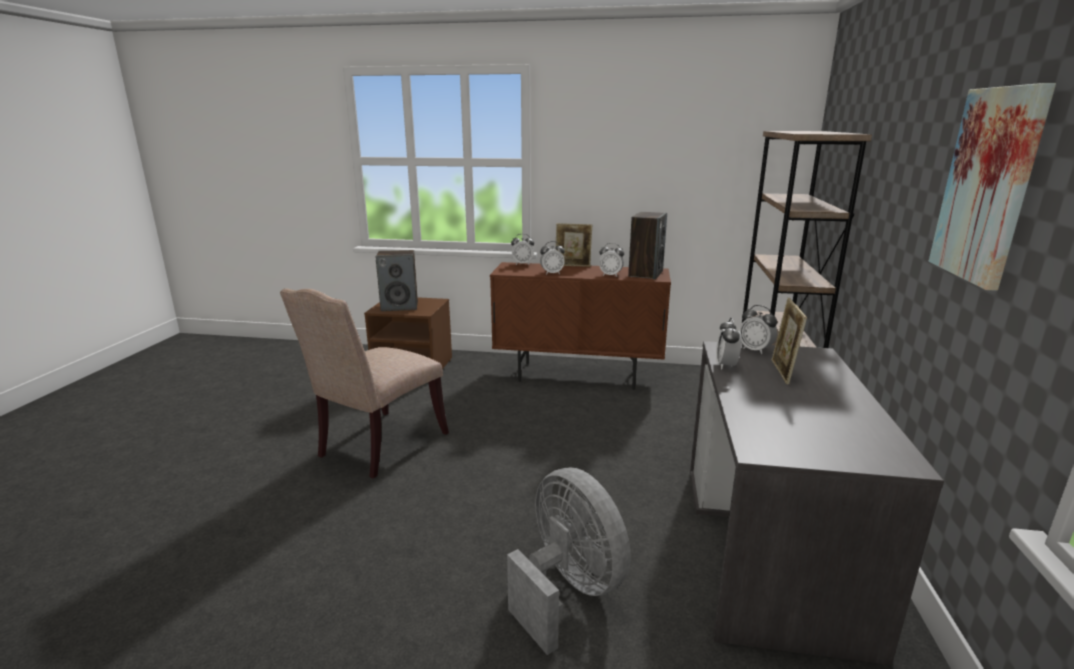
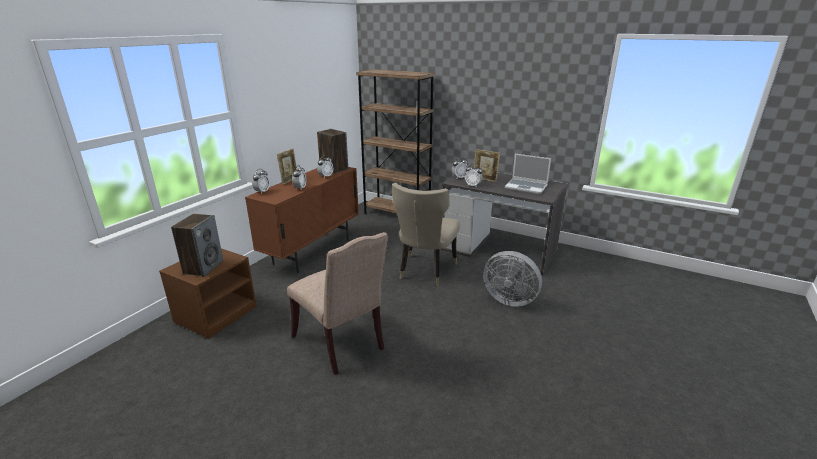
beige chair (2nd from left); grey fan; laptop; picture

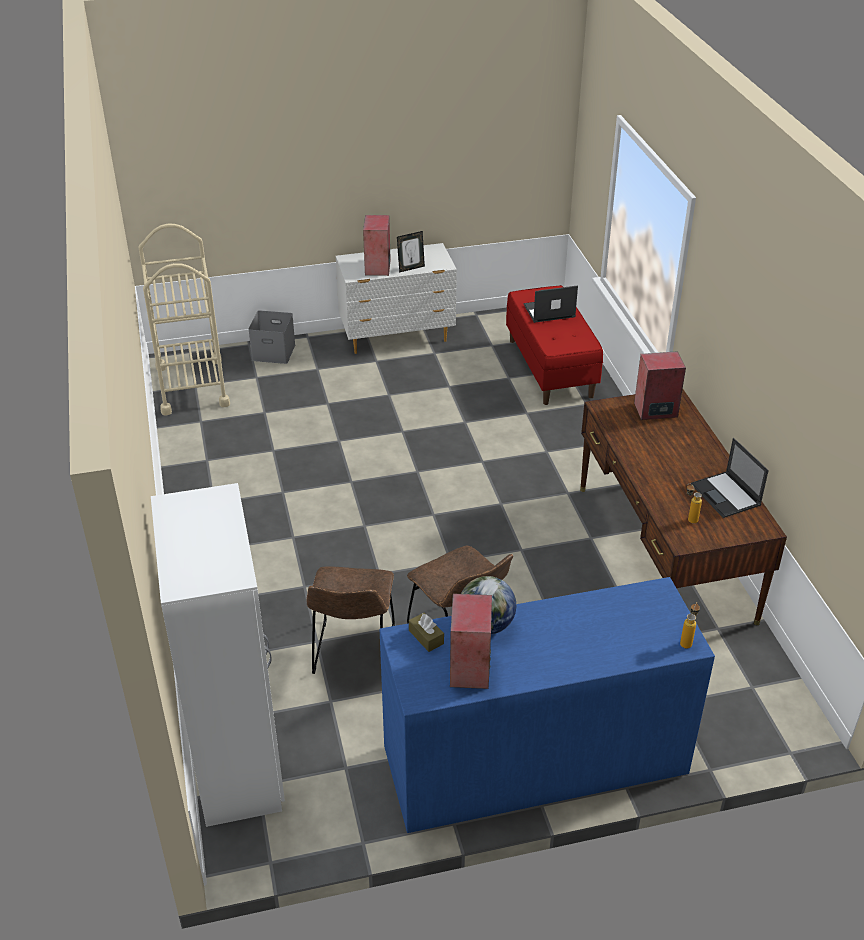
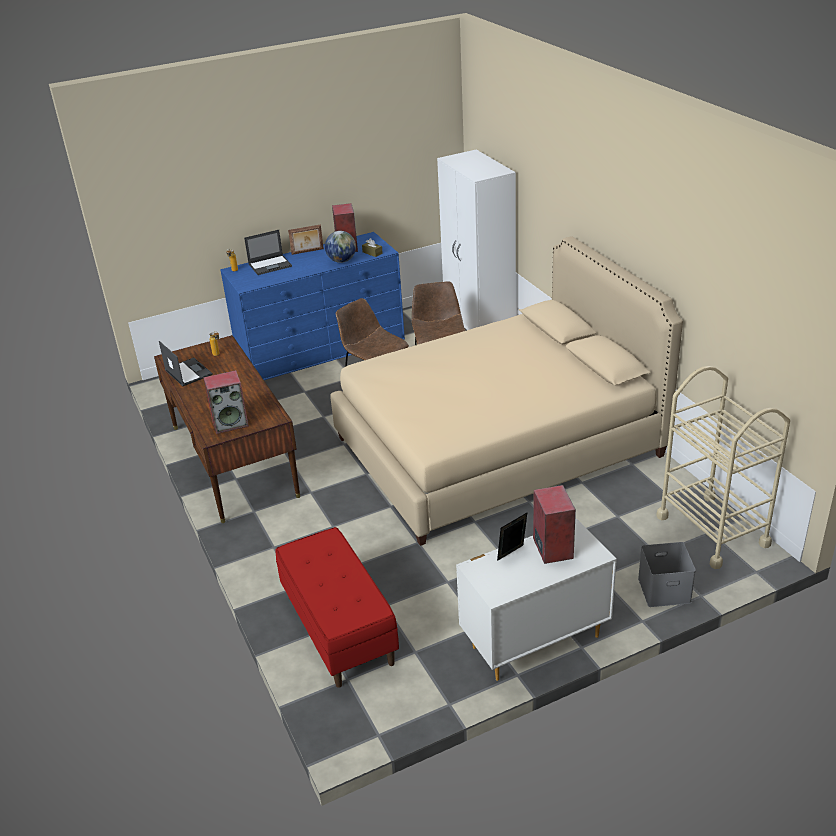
laptop (2nd from left); picture frame (1st from left); beige bed

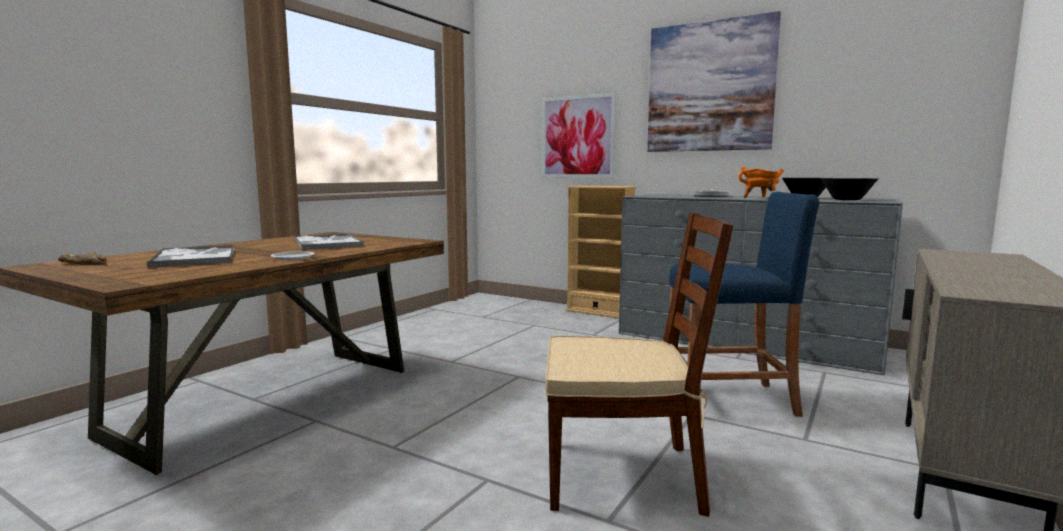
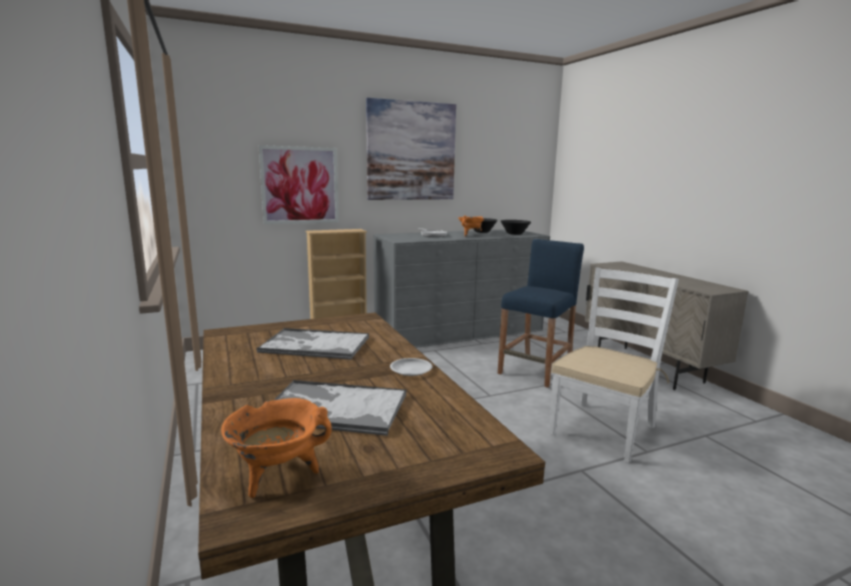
orange cooking pot (1st from left); white chair

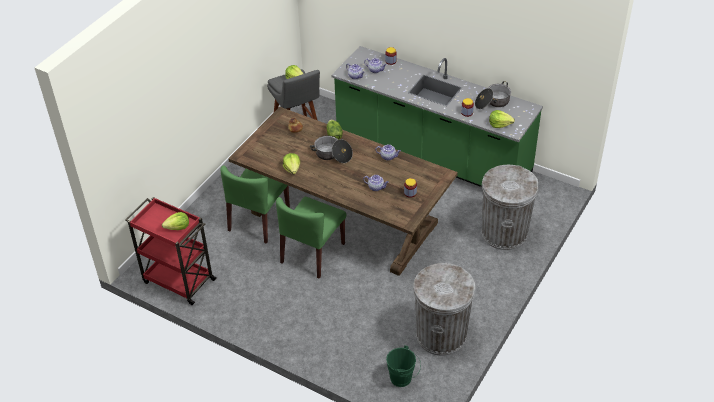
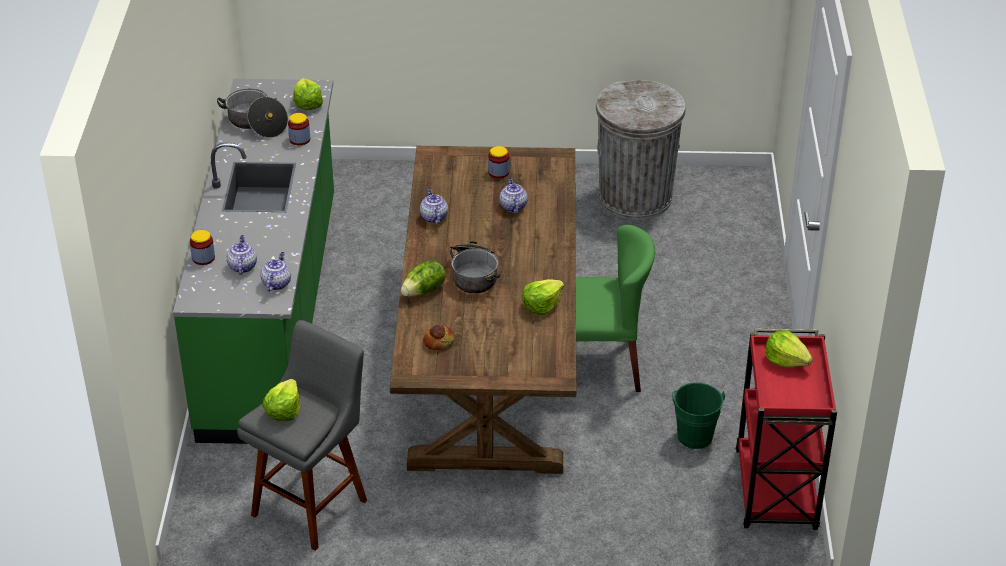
green bucket; green chair (1st from left in the first image); grey trash can (2nd from left in the first image)

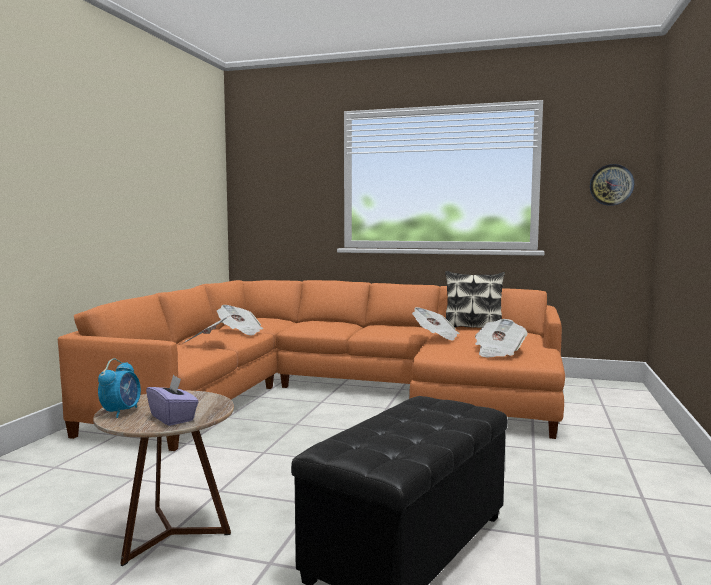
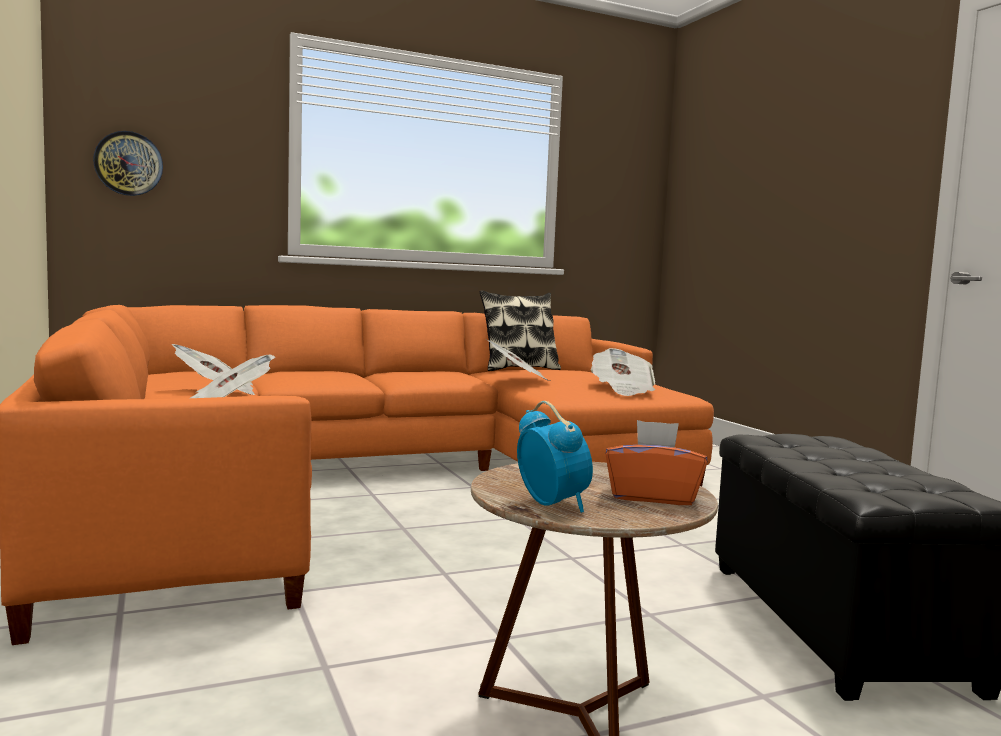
wall clock; orange tissue box

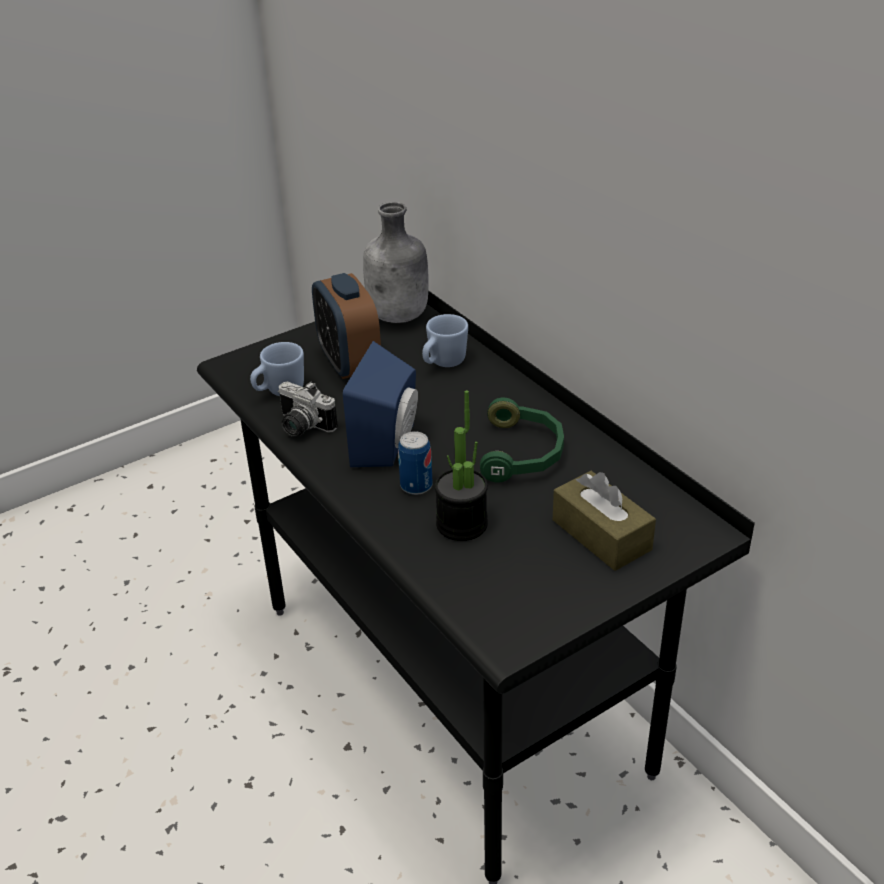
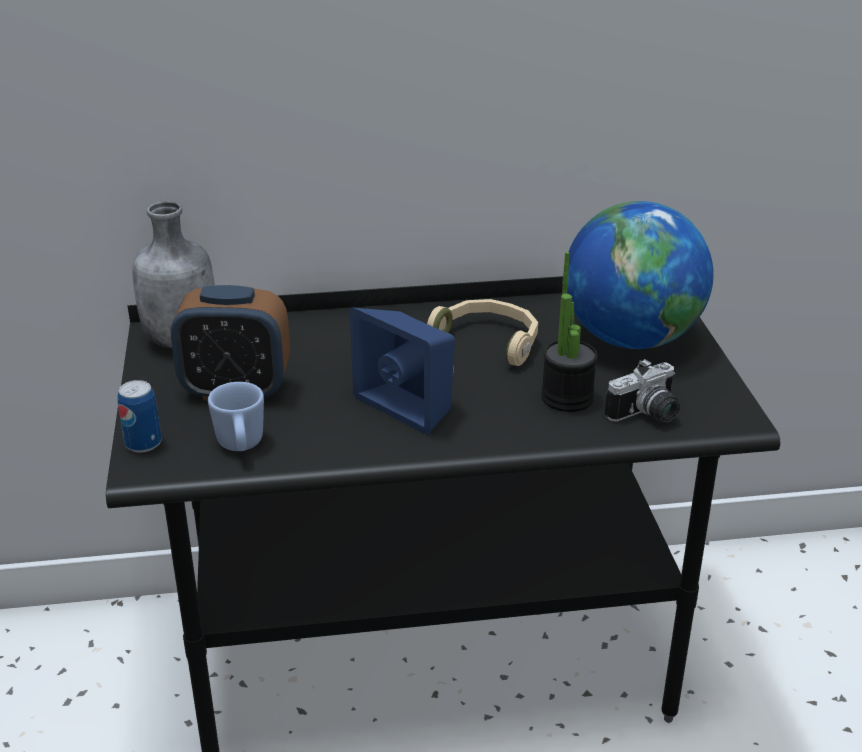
can; beige headphones; globe; photo camera; blue mug (2nd from left in the first image)

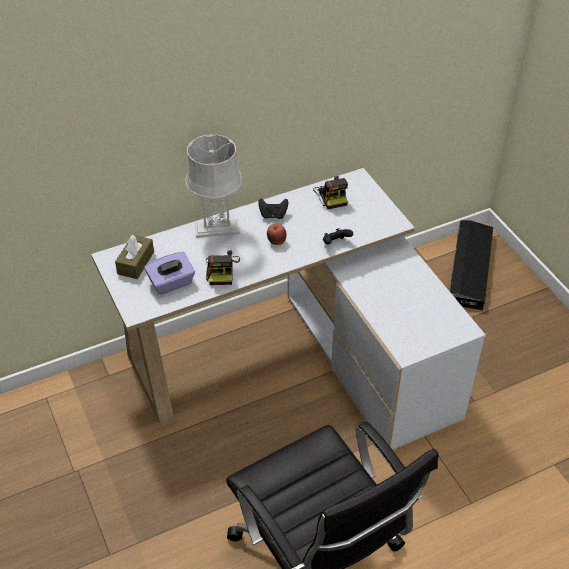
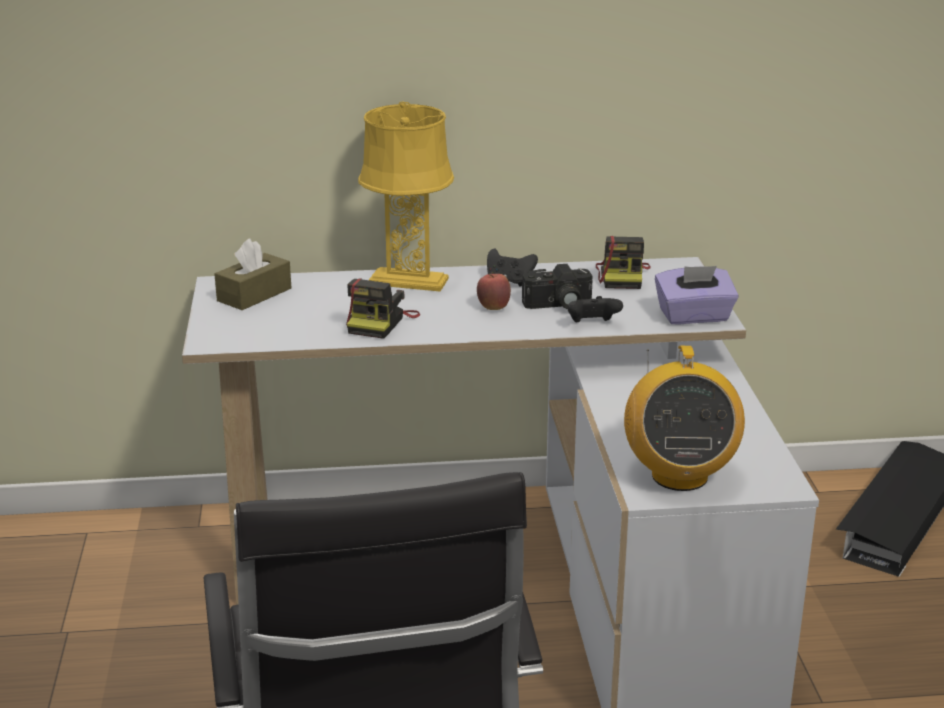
yellow table lamp; photo camera (2nd from left); radio; purple tissue box

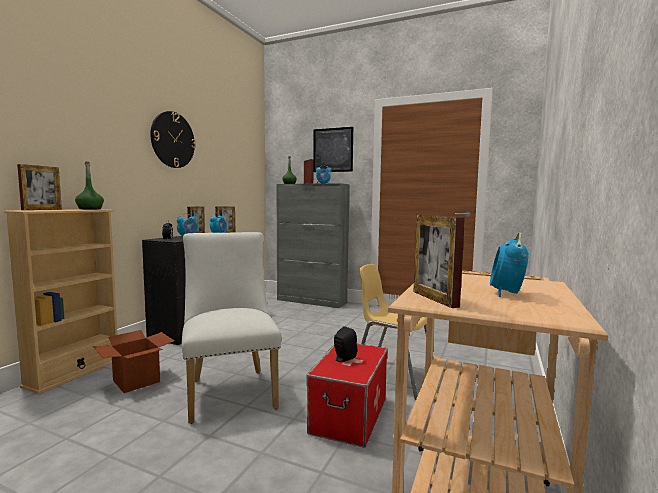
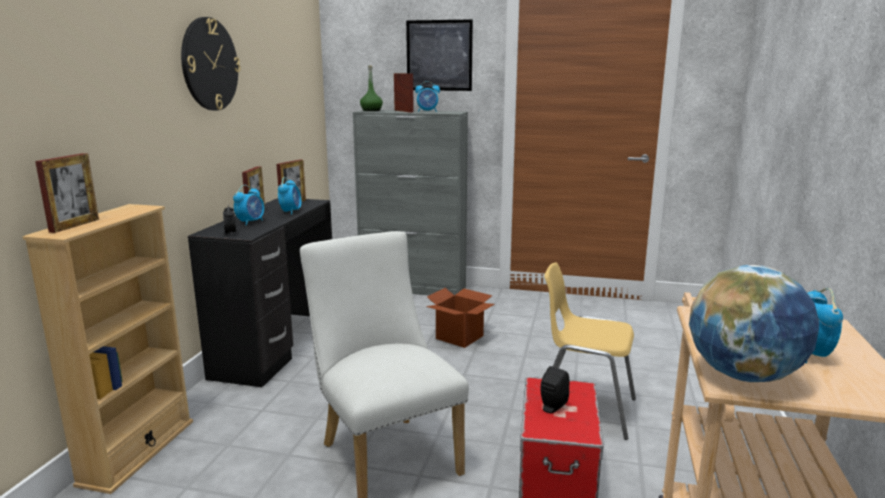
cardboard box; globe; green bottle (1st from left in the first image)

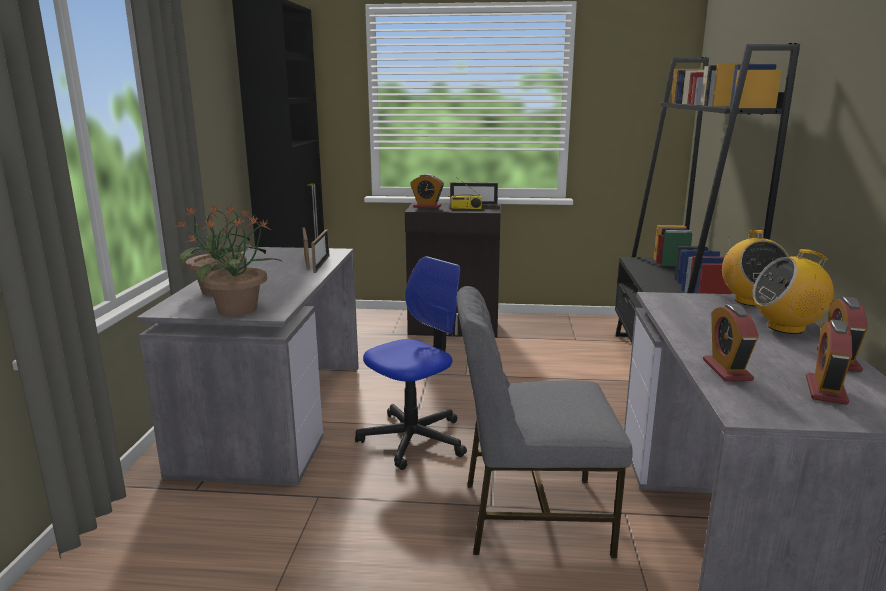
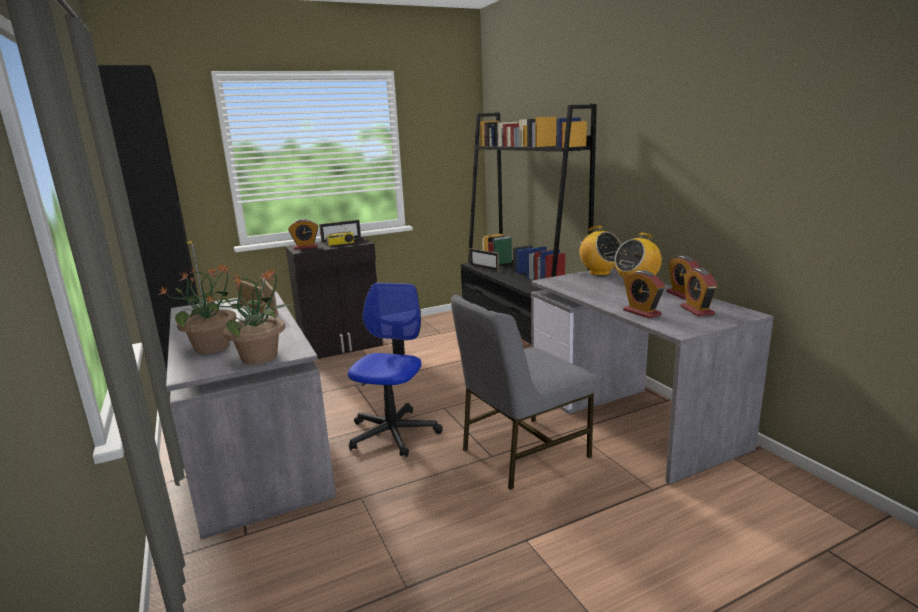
picture frame (4th from left)

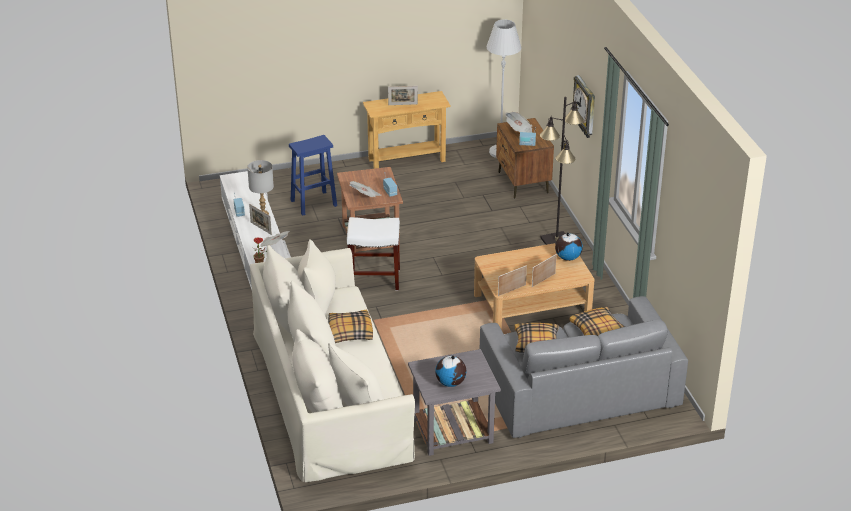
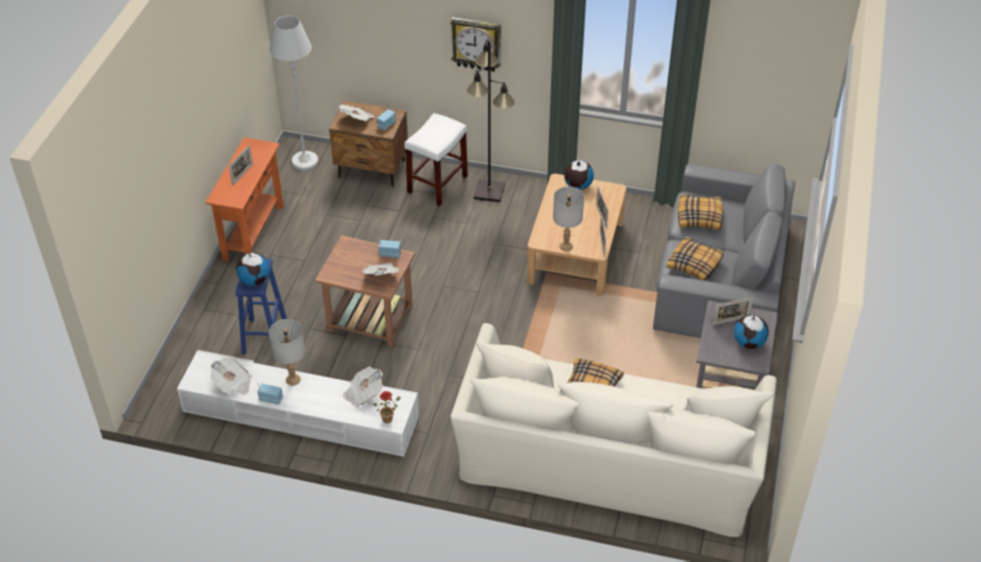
orange console table; newspaper (1st from left); globe (1st from left); white stool; grey table lamp (2nd from left); picture frame (4th from left)

